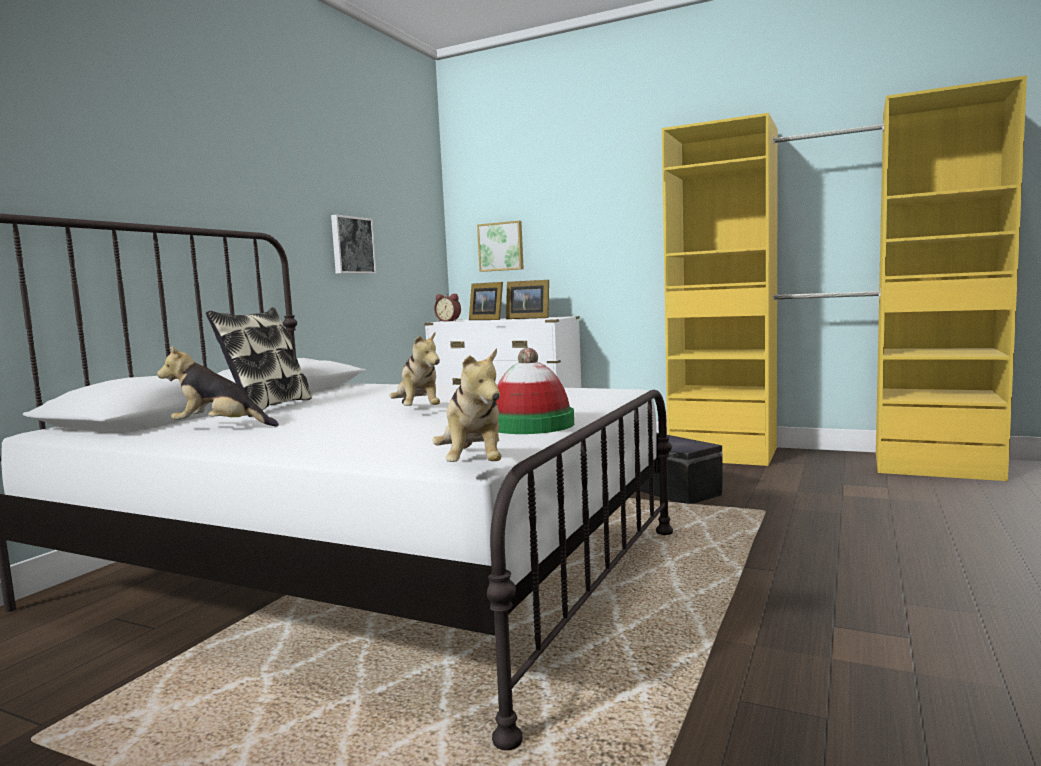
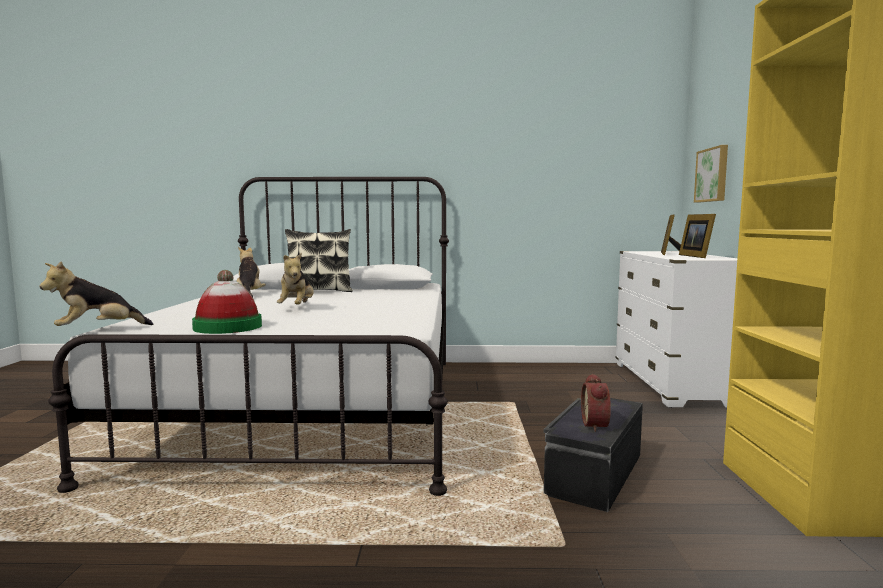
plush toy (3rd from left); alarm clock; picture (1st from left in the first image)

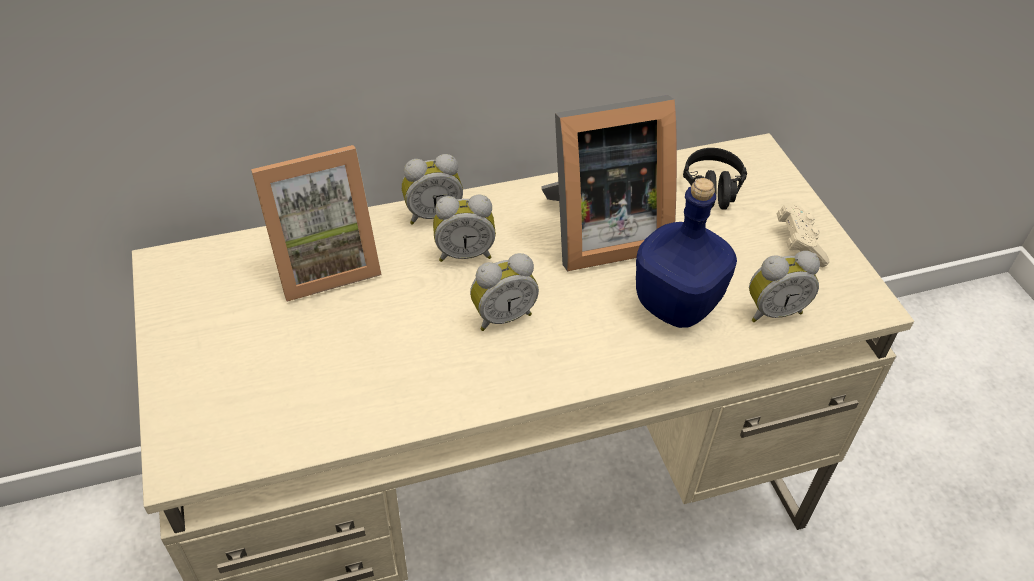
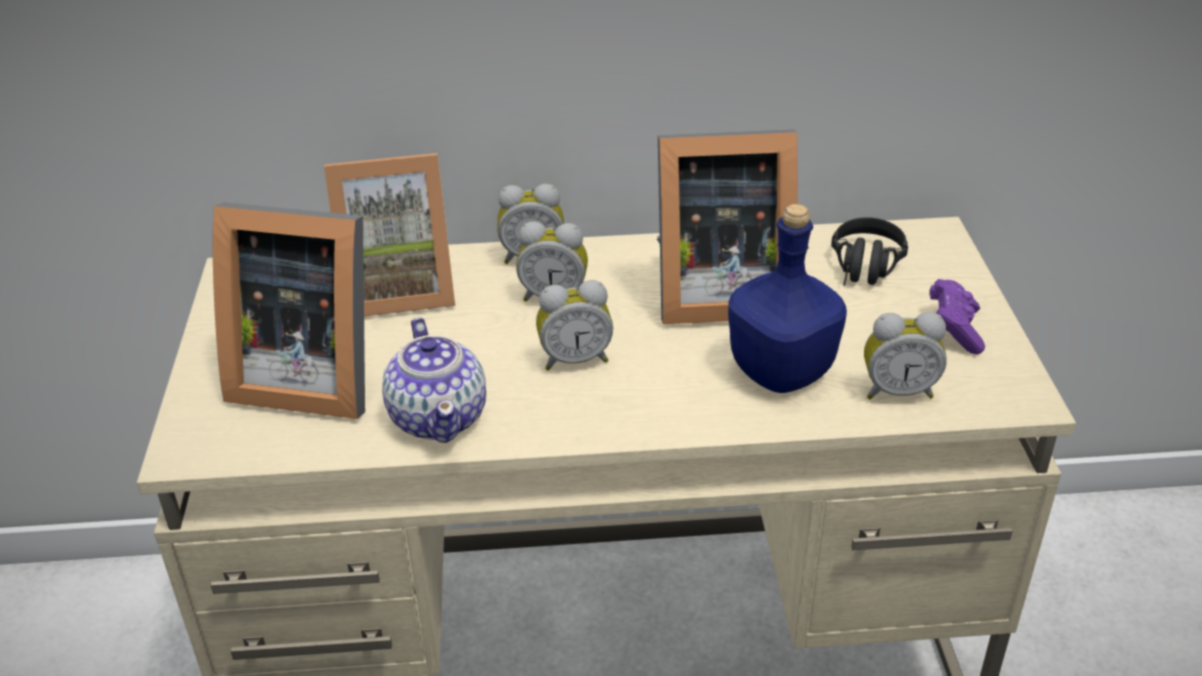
picture frame (1st from left); teapot; purple game controller

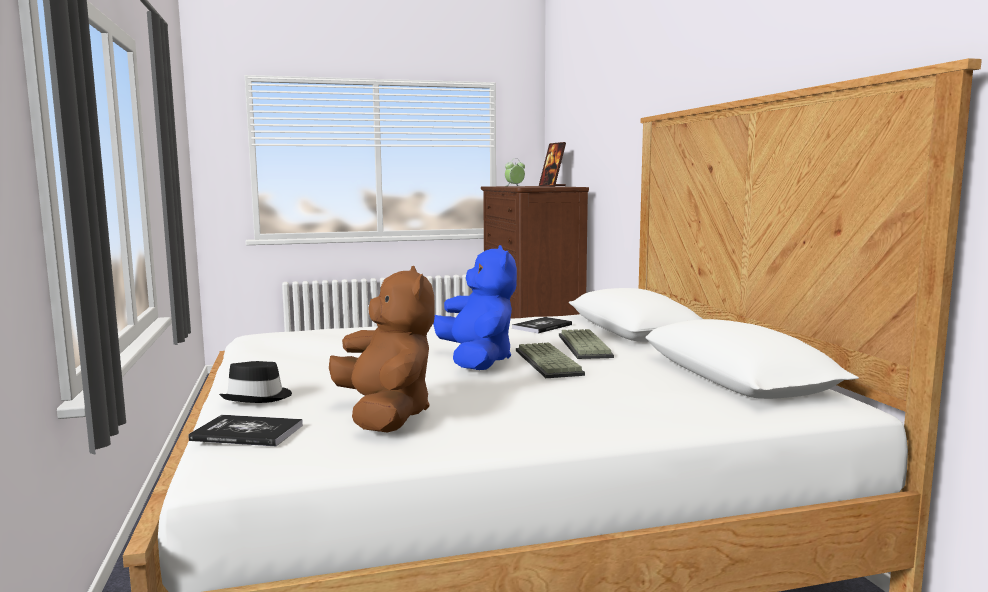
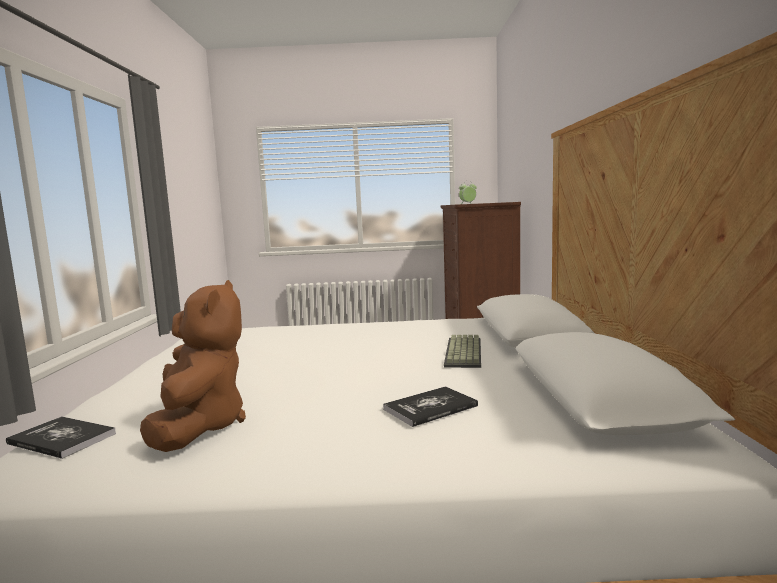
book (2nd from left); black hat; blue plush toy; keyboard (1st from left in the first image); picture frame

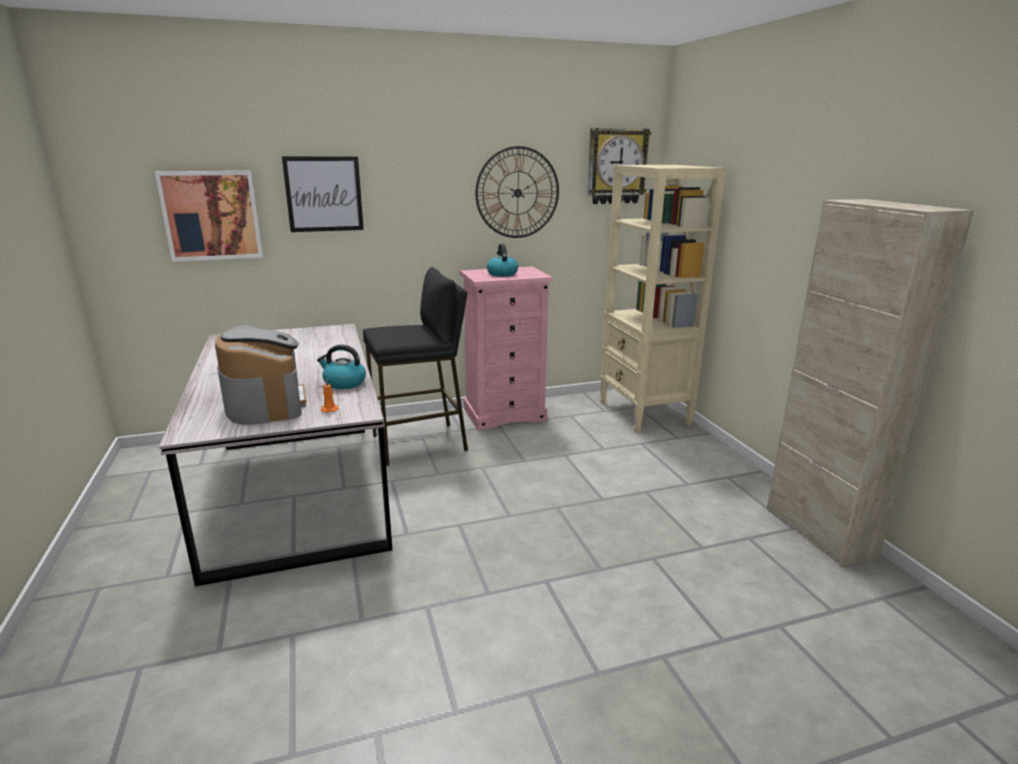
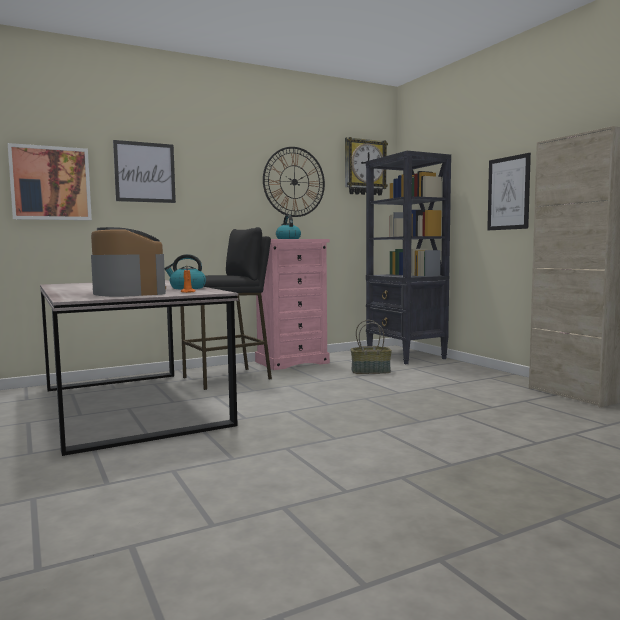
basket; black bookcase; picture (3rd from left)

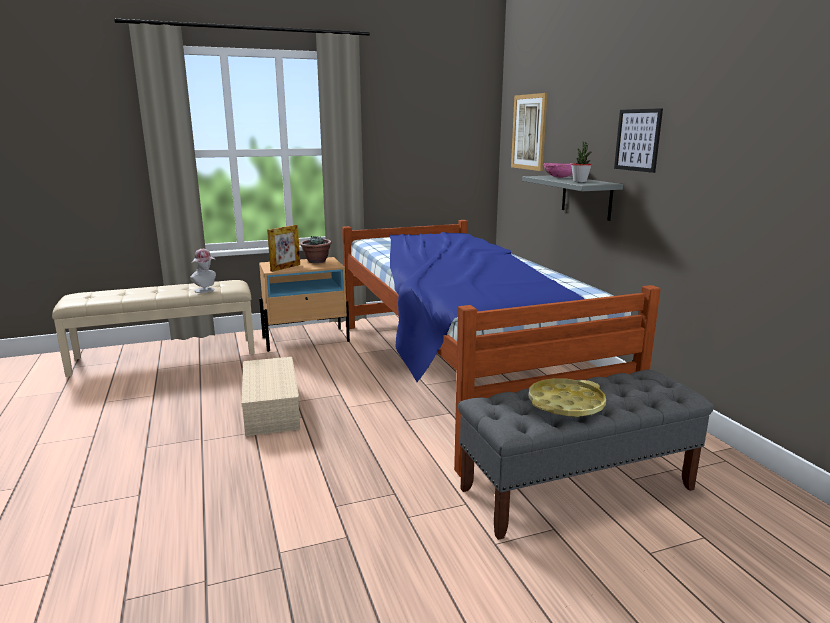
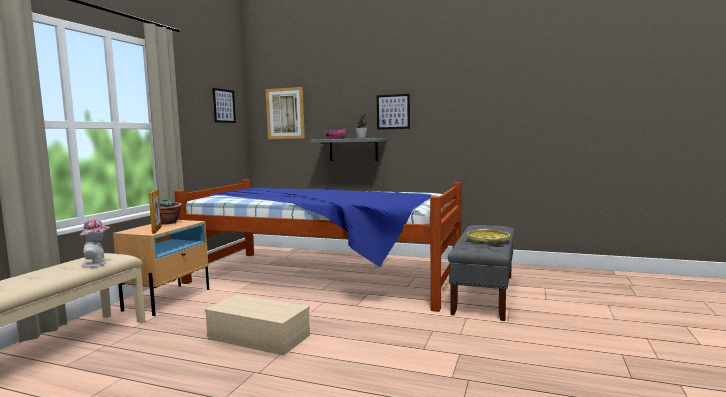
picture (1st from left)

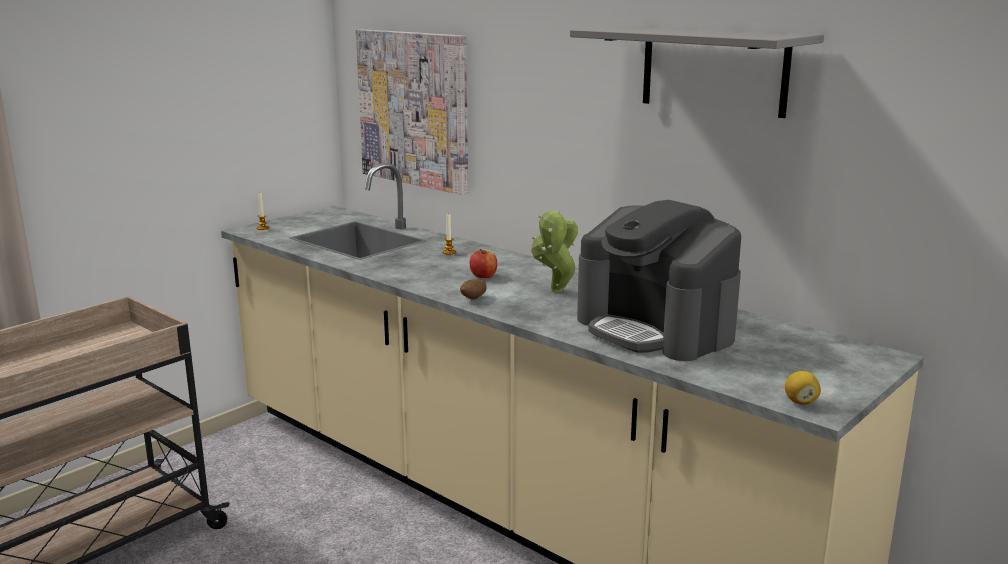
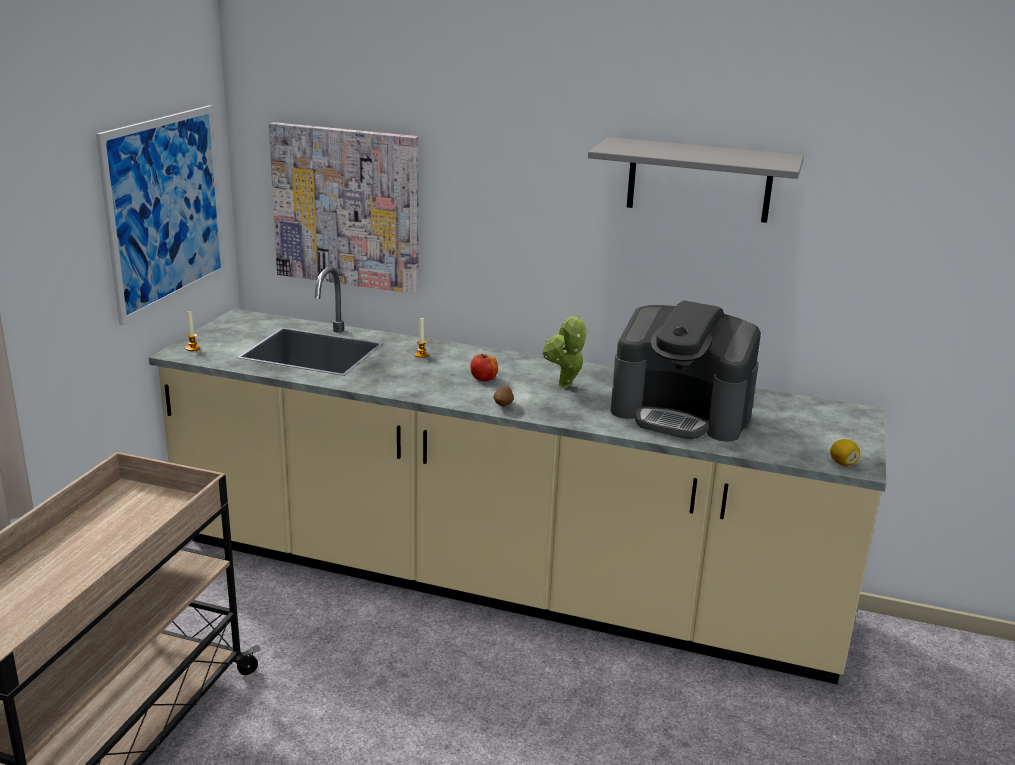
picture (1st from left)

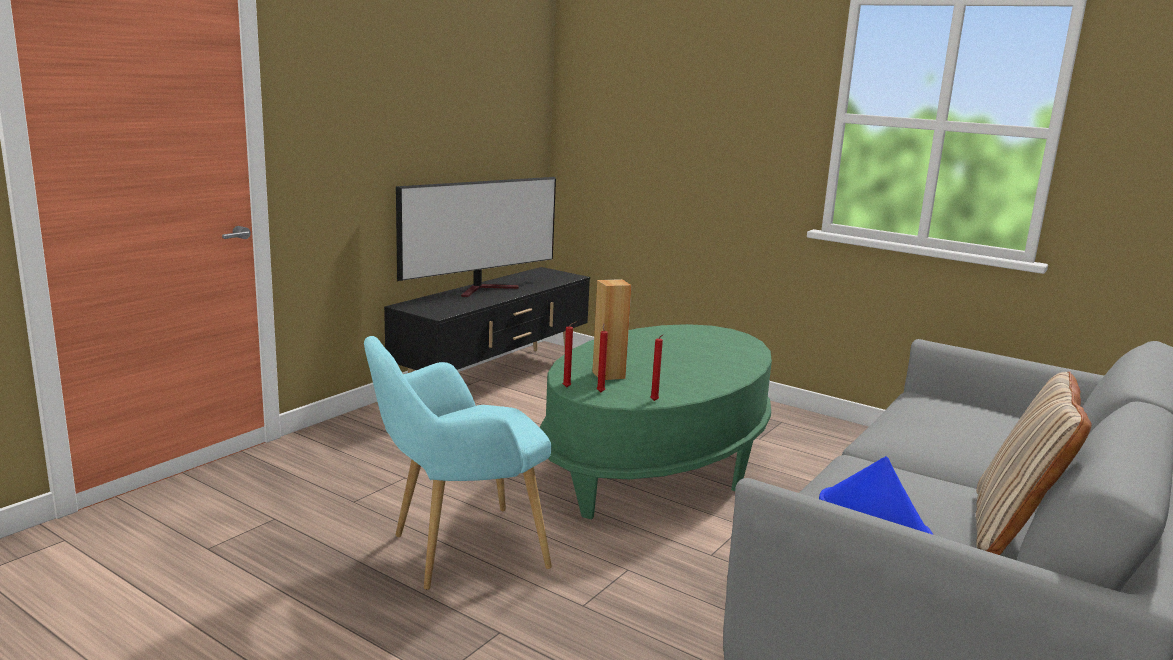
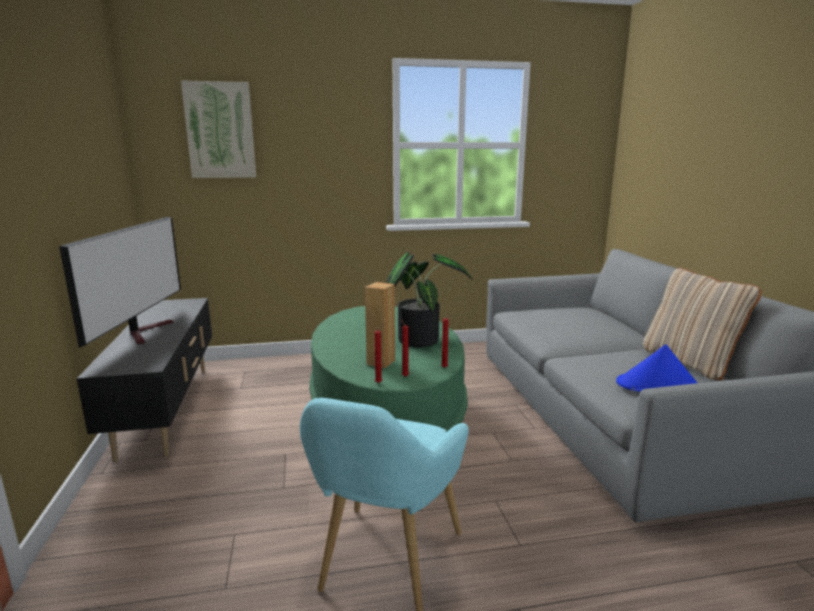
picture; potted plant

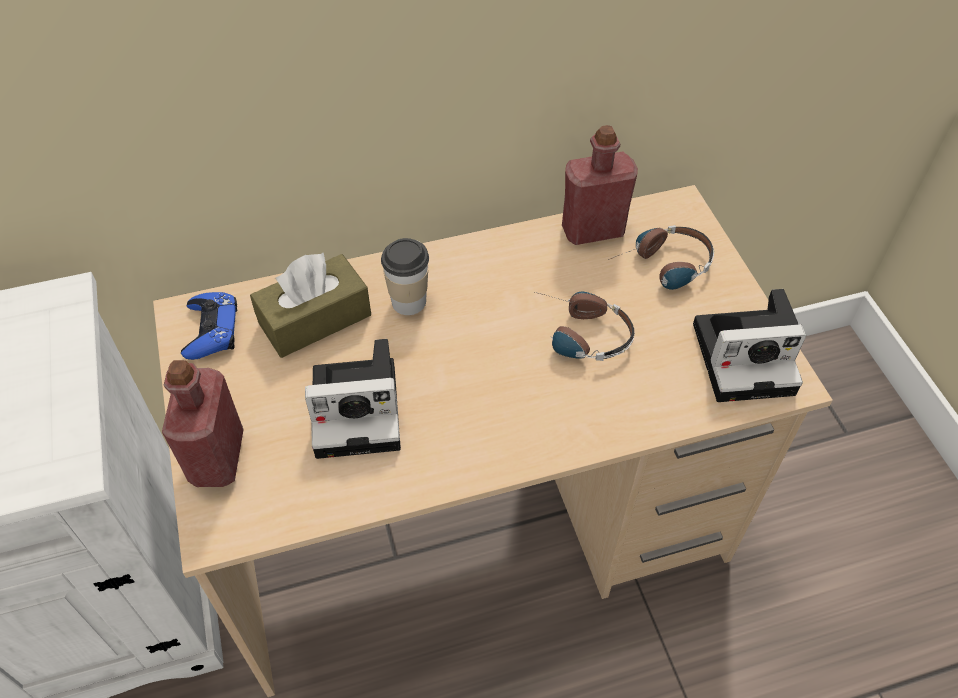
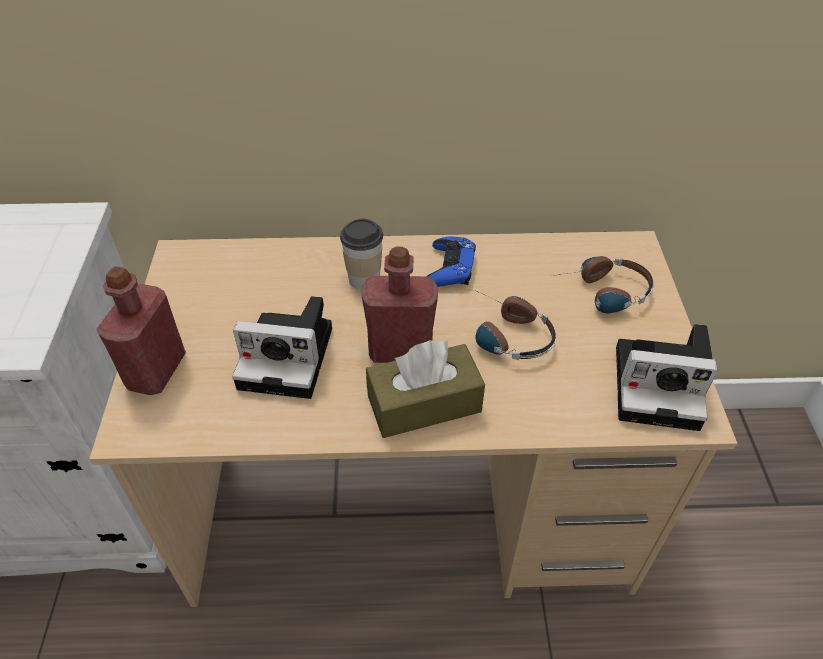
red bottle (2nd from left); brown tissue box; blue game controller

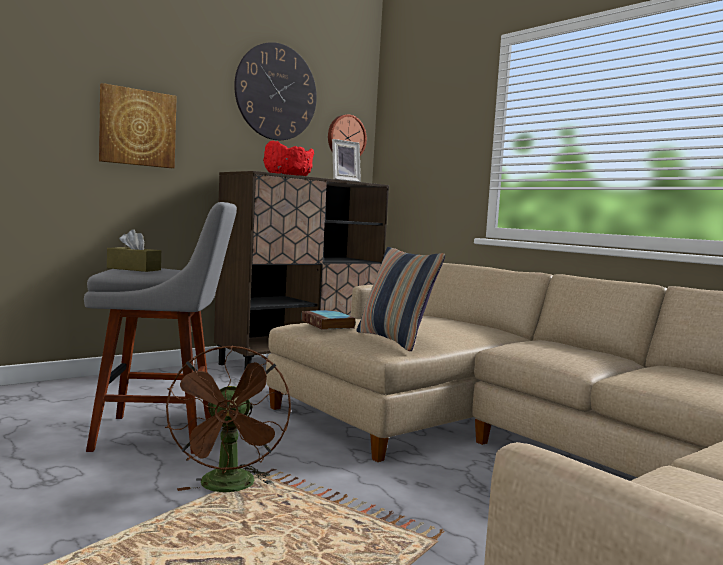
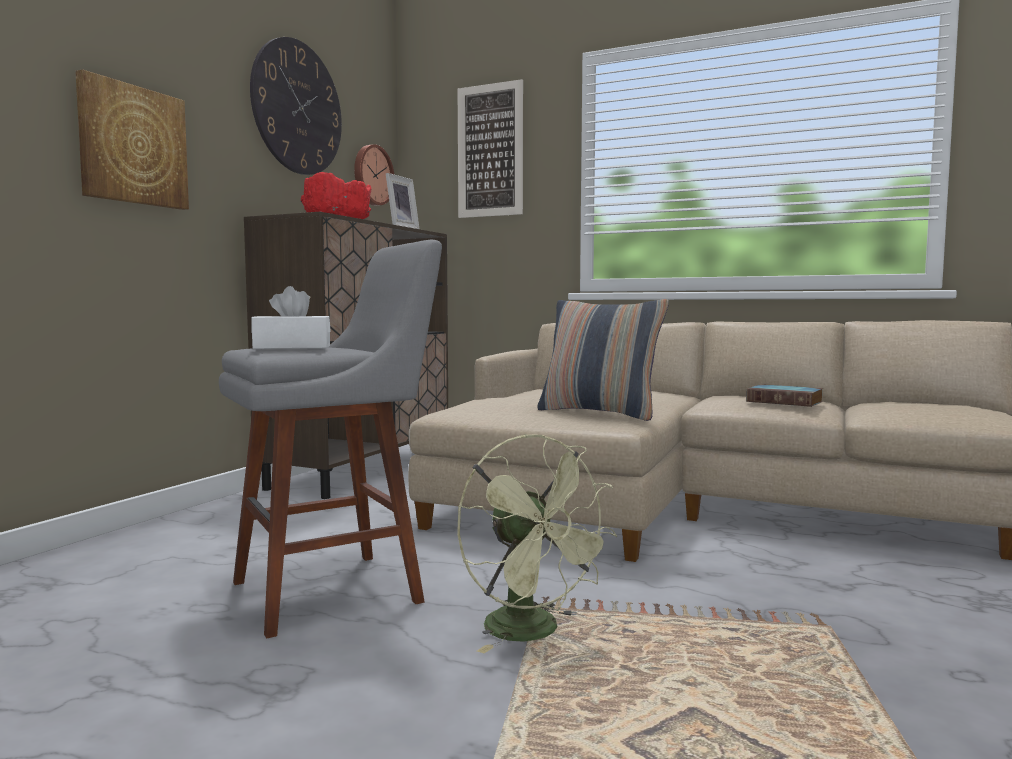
white tissue box; green fan; picture (2nd from left); book

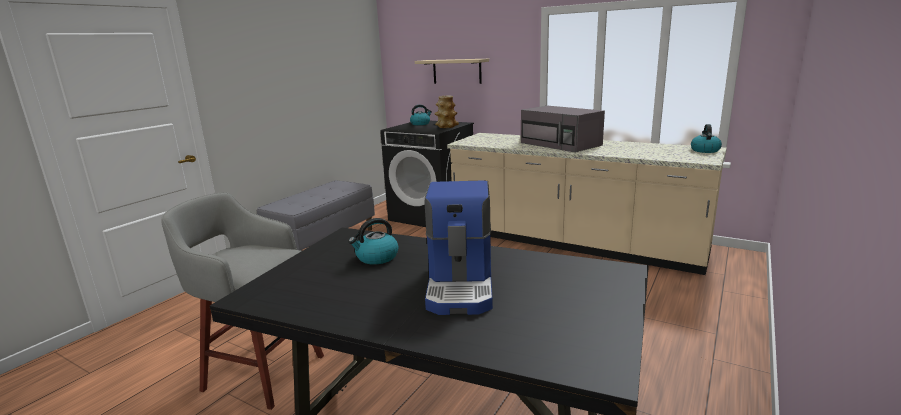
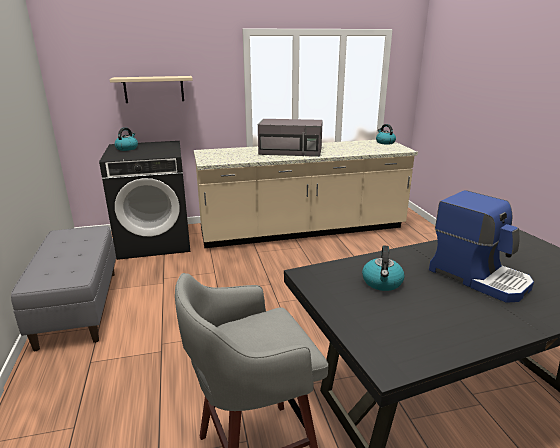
vase

